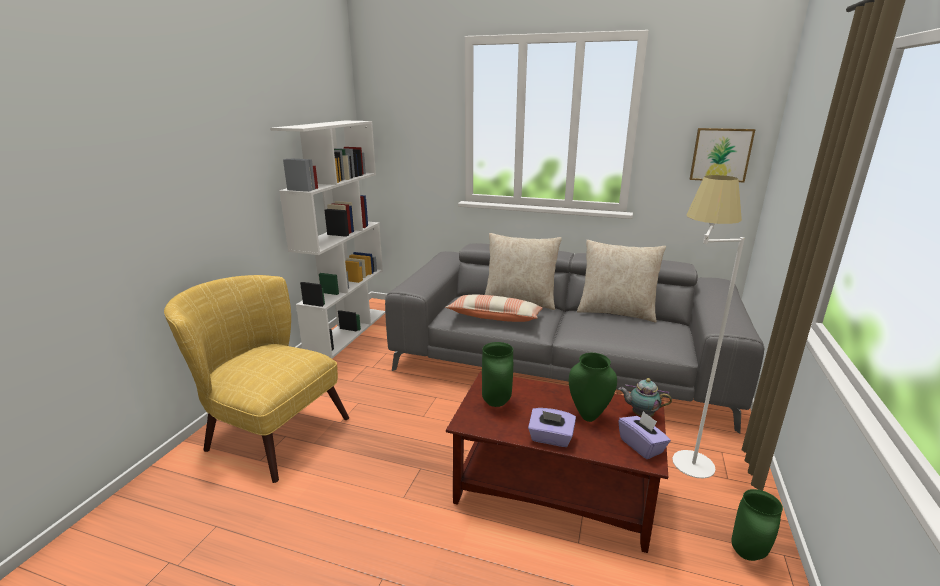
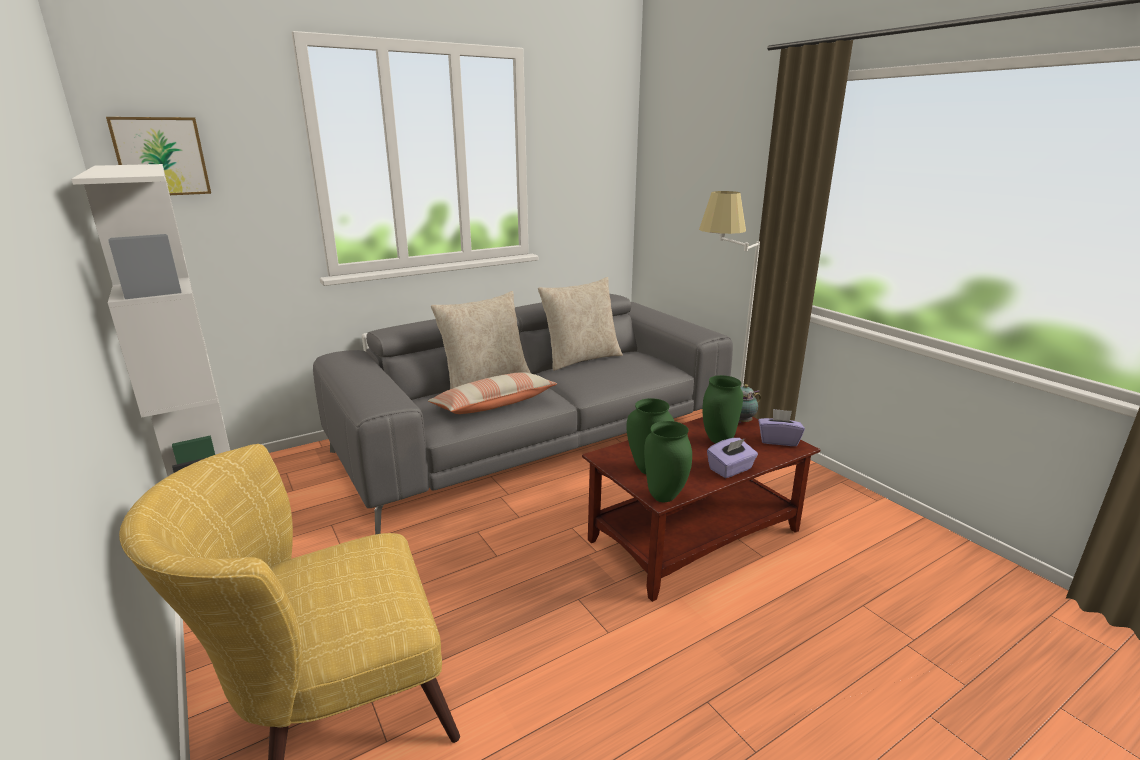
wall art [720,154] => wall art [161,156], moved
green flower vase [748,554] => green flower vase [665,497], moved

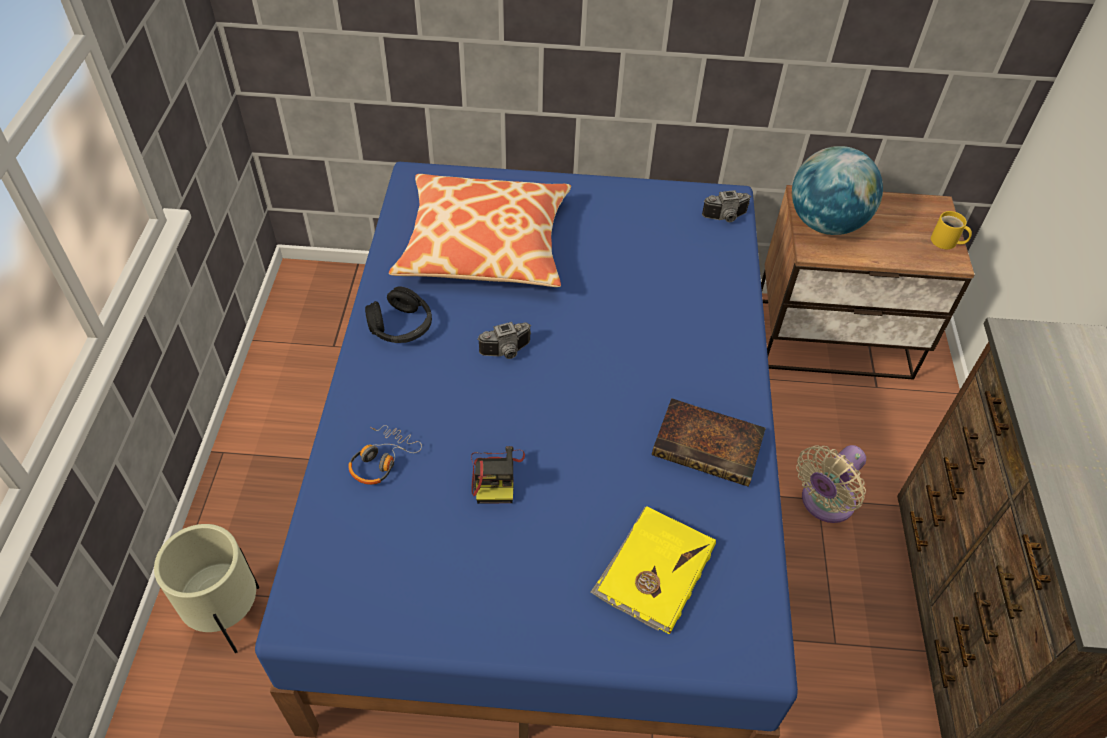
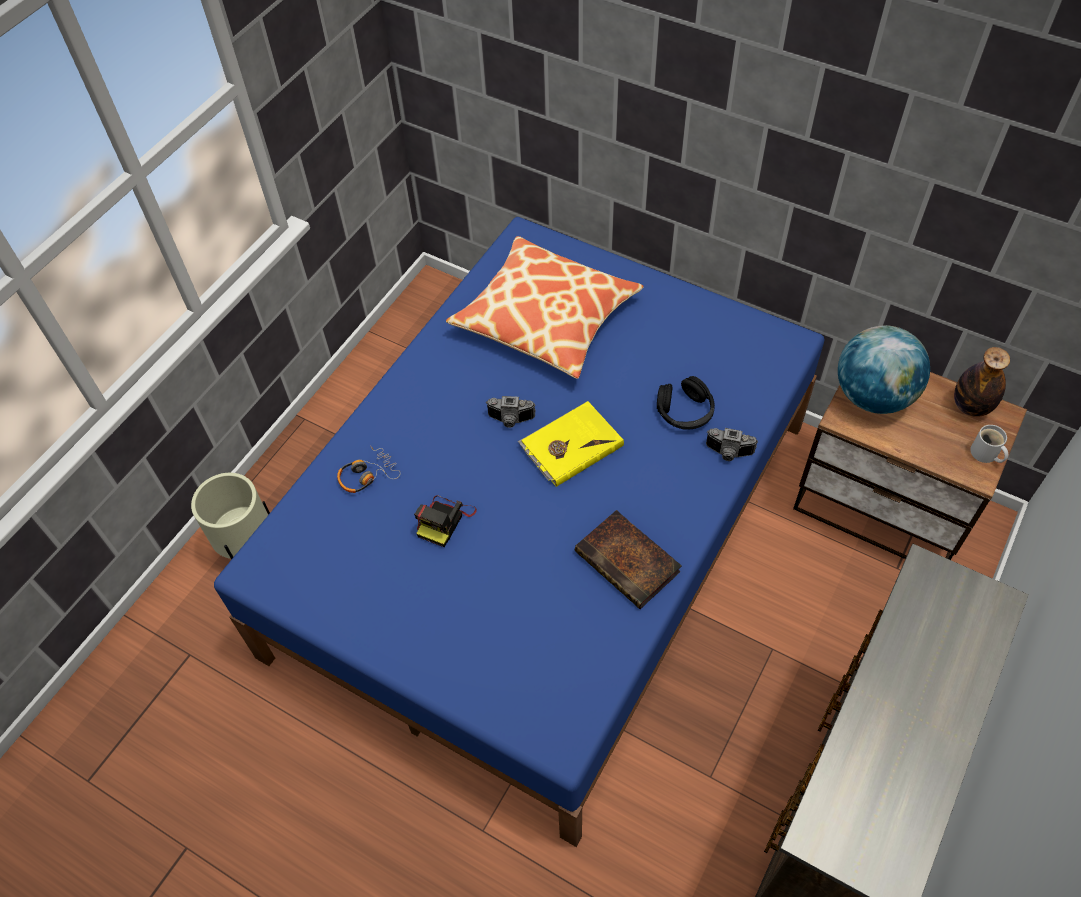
blackish headset [401,326] => blackish headset [685,412], moved
yellow-coloured bound book [653,571] => yellow-coloured bound book [570,445], moved
still camera [726,218] => still camera [728,454], moved
beige-coloured fan [824,503] => nothing
yellow-coloured coffee mug [945,242] => white coffee mug [985,454]
nothing => beverage bottle [971,406]

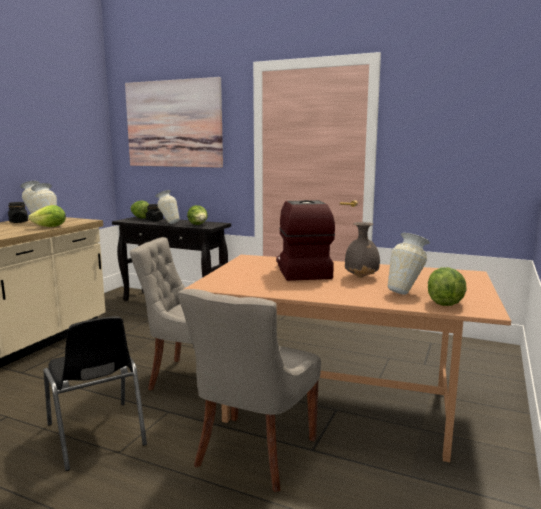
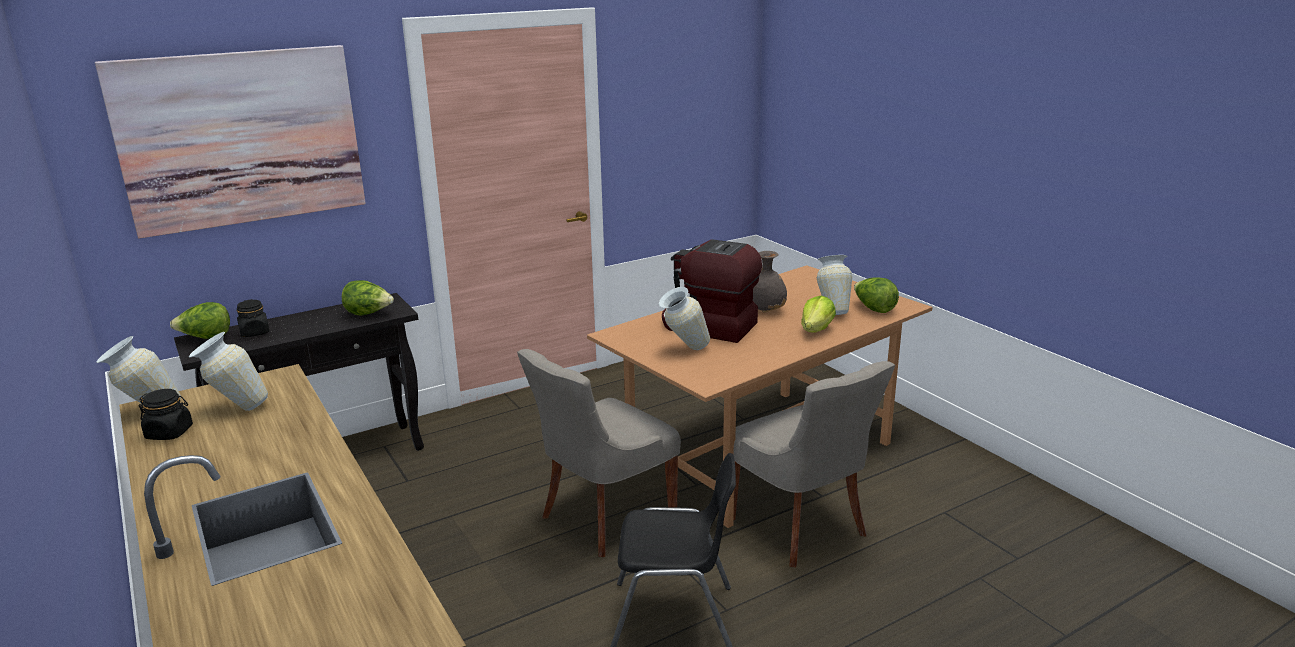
lettuce head [50,227] => lettuce head [816,330], moved
flower vase [168,223] => flower vase [683,350], moved

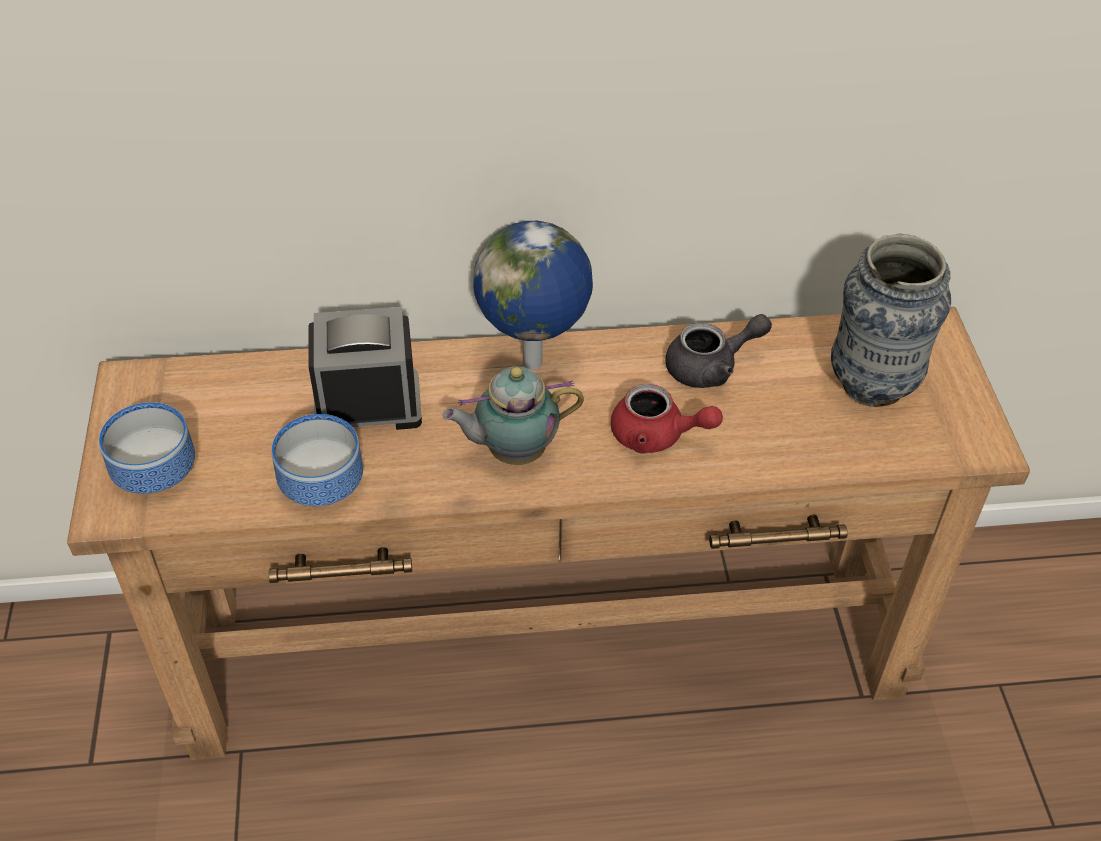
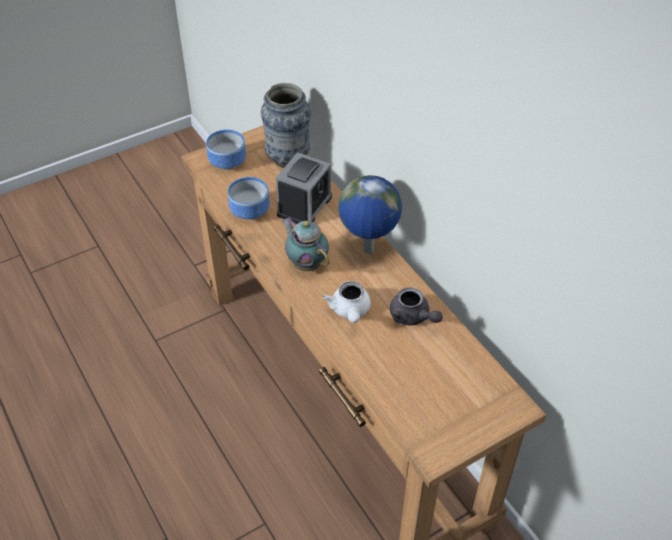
table clock [367,404] => table clock [304,206], 60 degrees clockwise
red teapot [657,436] => white teapot [350,311]
flower vase [872,386] => flower vase [288,159], moved

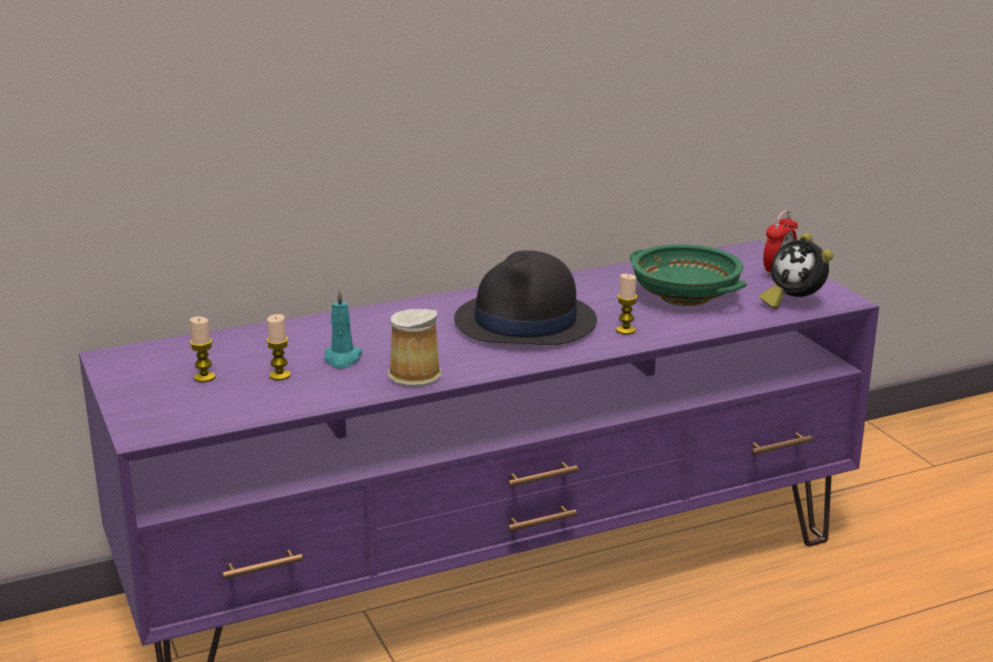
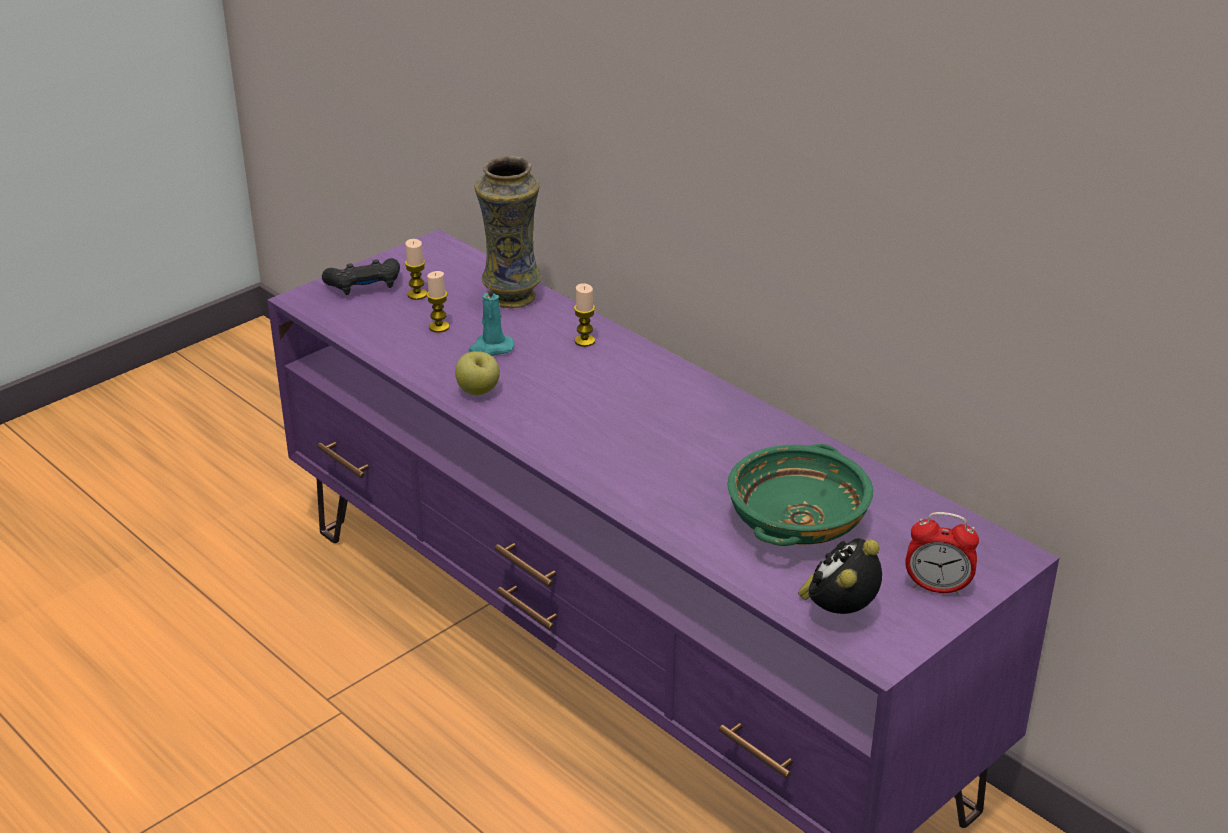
coffee mug [413,374] => apple [478,392]
blackish hat [526,322] => nothing
wax candle [625,330] => wax candle [584,341], moved
nothing => blackish joypad [364,286]
nothing => flower vase [511,297]

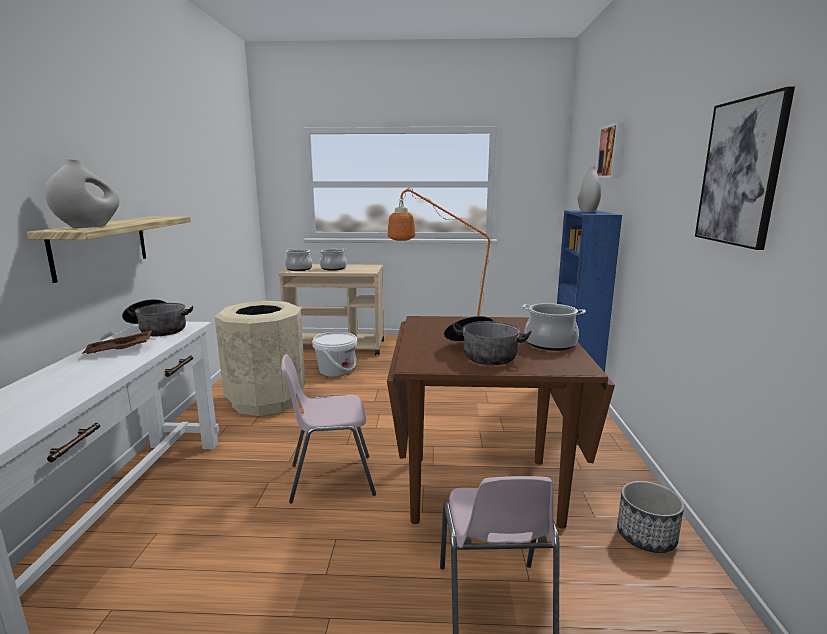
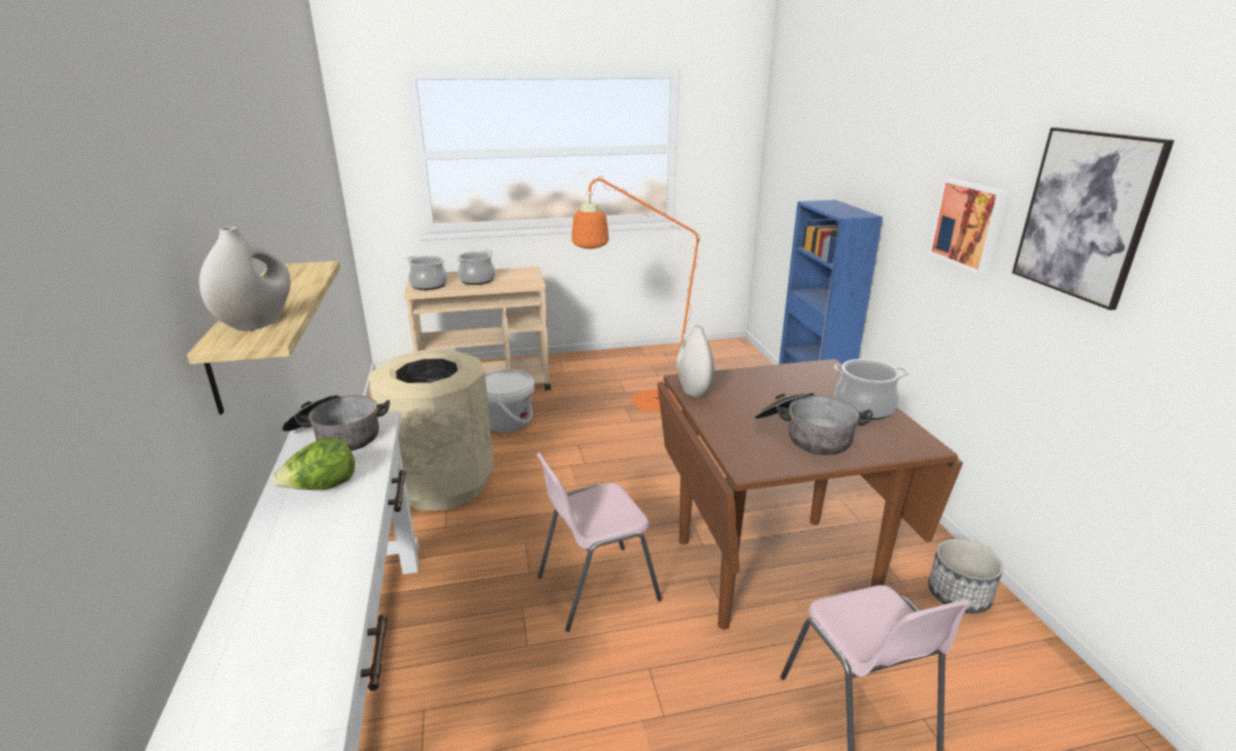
brown-coloured tray [119,350] => lettuce head [322,488]
white flower vase [587,211] => white flower vase [693,390], moved
wall art [611,151] => wall art [969,224], moved

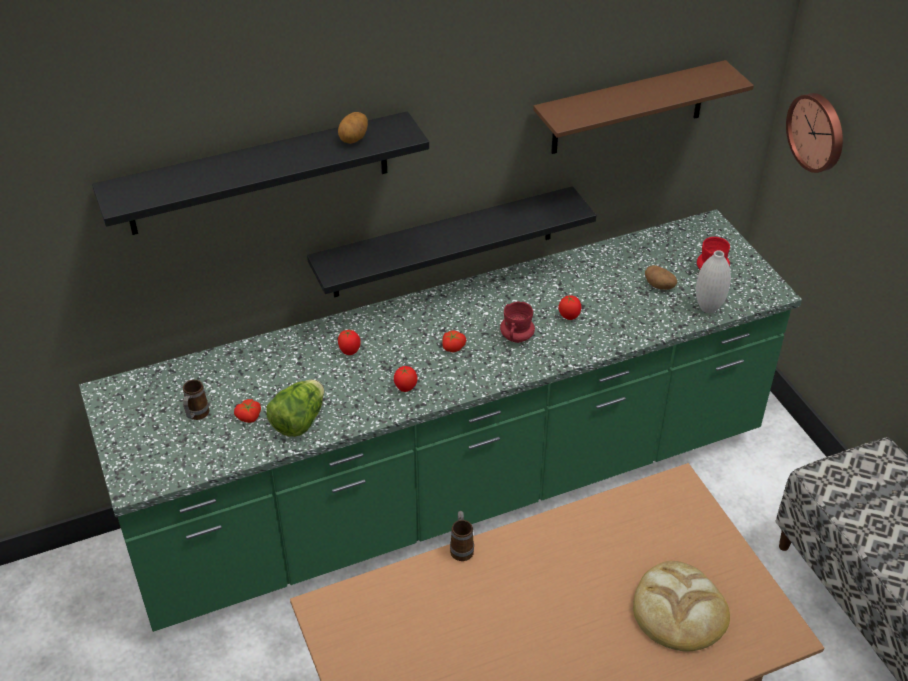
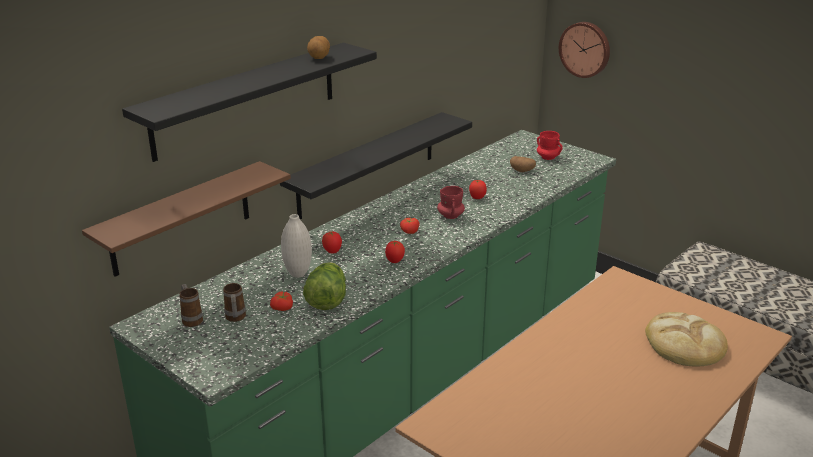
coffee mug [461,547] => coffee mug [191,319], moved
brown-coloured shelf [628,108] => brown-coloured shelf [181,219], moved
white flower vase [708,308] => white flower vase [298,274], moved

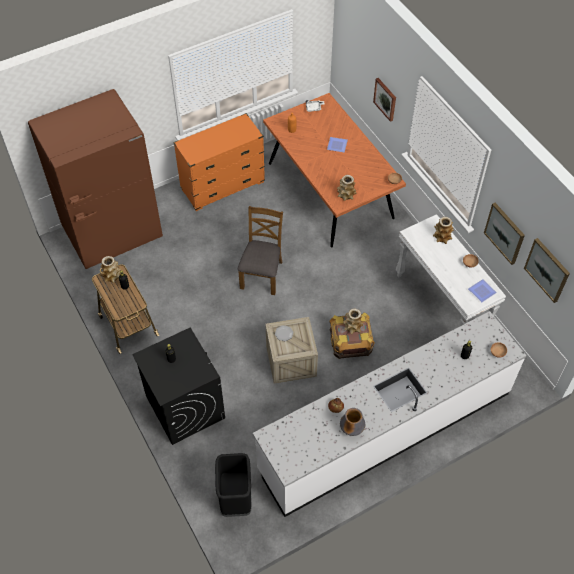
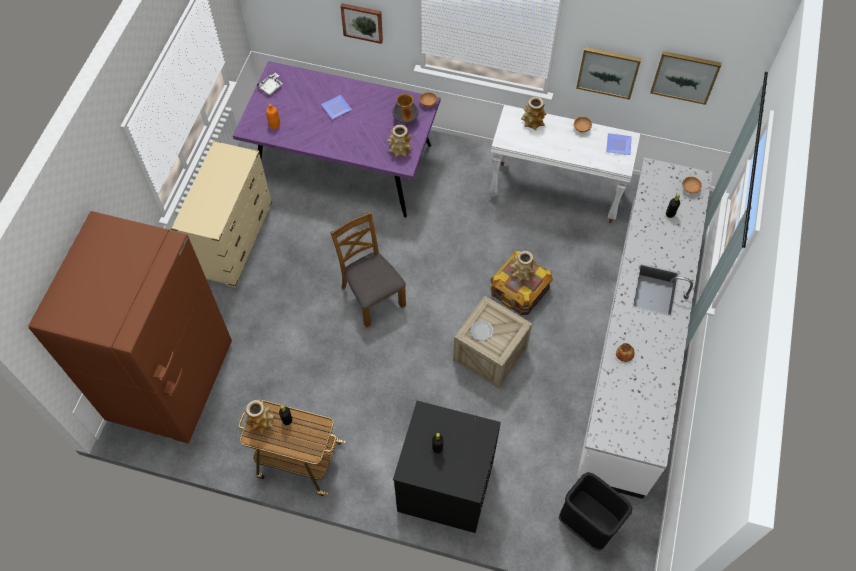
orange drawer chest [223,186] => beige-coloured drawer chest [233,240]
orange dinner table [329,190] => purple-coloured dinner table [343,163]
flower vase [352,429] => flower vase [405,120], moved

